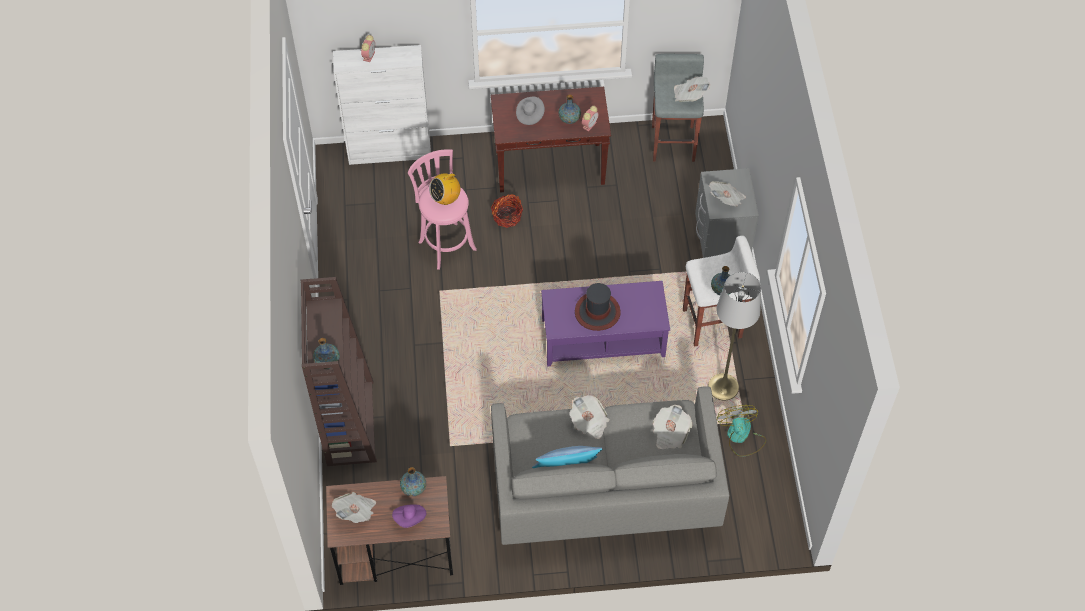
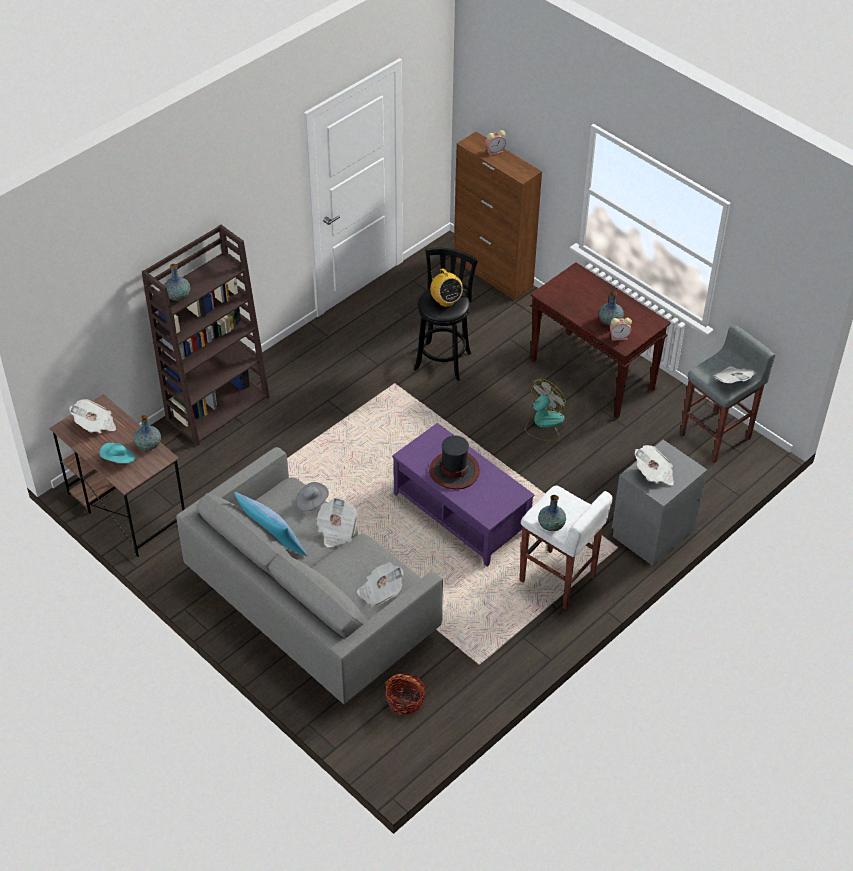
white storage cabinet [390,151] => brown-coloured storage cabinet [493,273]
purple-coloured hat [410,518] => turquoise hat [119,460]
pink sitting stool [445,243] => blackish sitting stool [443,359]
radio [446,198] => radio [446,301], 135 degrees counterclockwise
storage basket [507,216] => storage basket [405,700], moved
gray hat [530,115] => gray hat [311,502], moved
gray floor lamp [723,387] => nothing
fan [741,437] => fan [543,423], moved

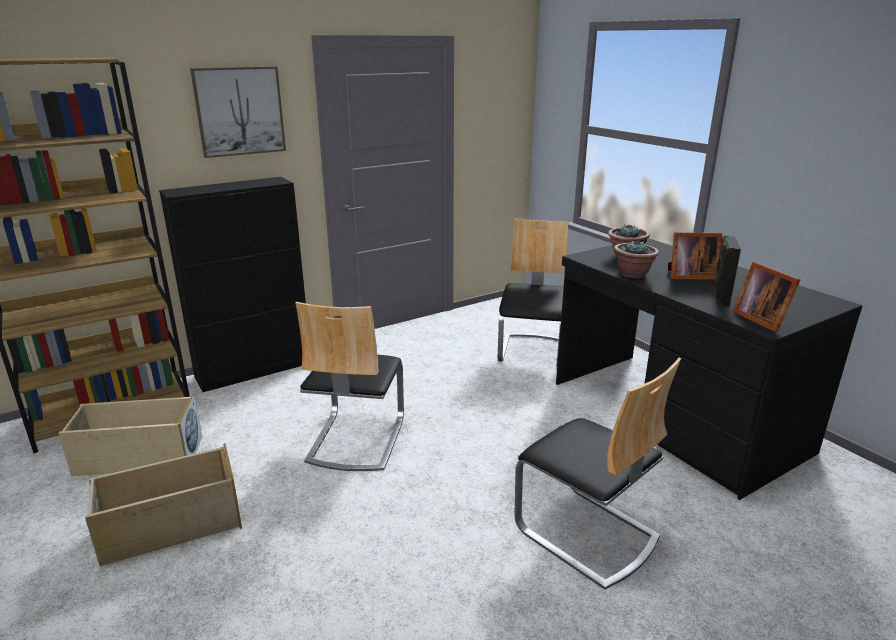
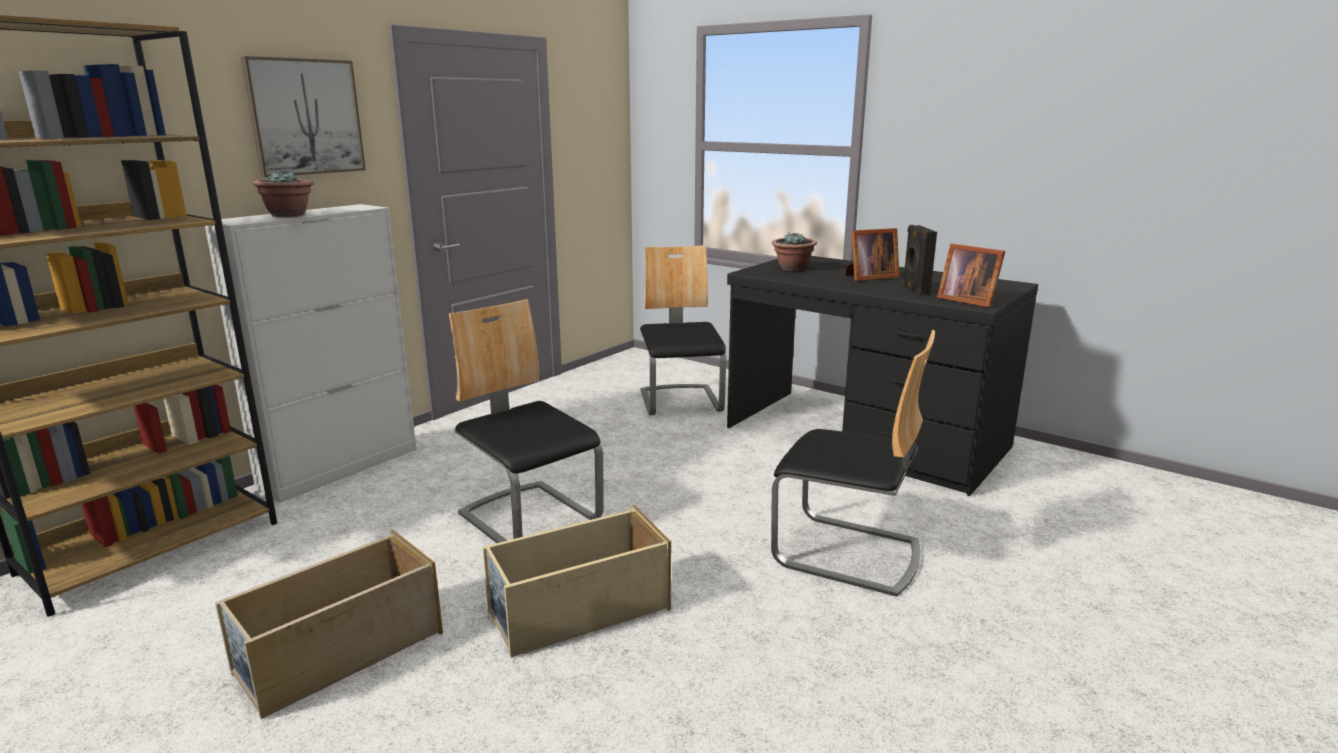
beige-coloured storage bin [138,456] => beige-coloured storage bin [578,611], moved
blackish storage cabinet [255,370] => white storage cabinet [341,467]
upright chair [356,440] => upright chair [530,517], 150 degrees clockwise
plant in a pot [633,274] => plant in a pot [288,215], moved

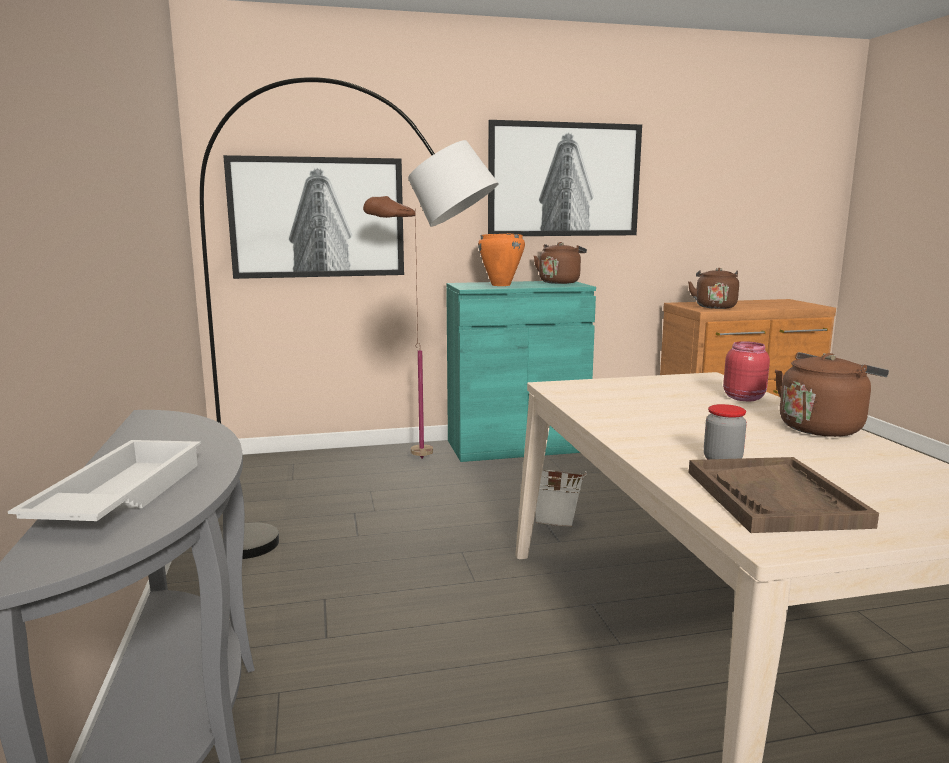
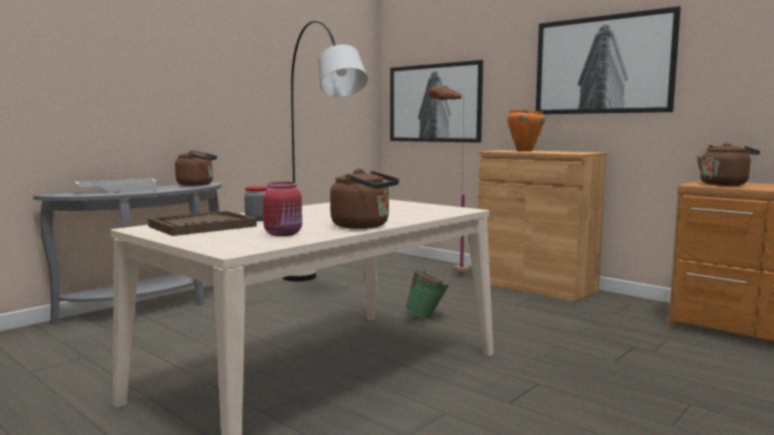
turquoise storage cabinet [517,446] => brown-coloured storage cabinet [535,286]
brown-coloured kettle [560,282] => brown-coloured kettle [197,184], moved
white water bucket [556,525] => green water bucket [427,317]
red storage jar [744,397] => red storage jar [284,234], moved

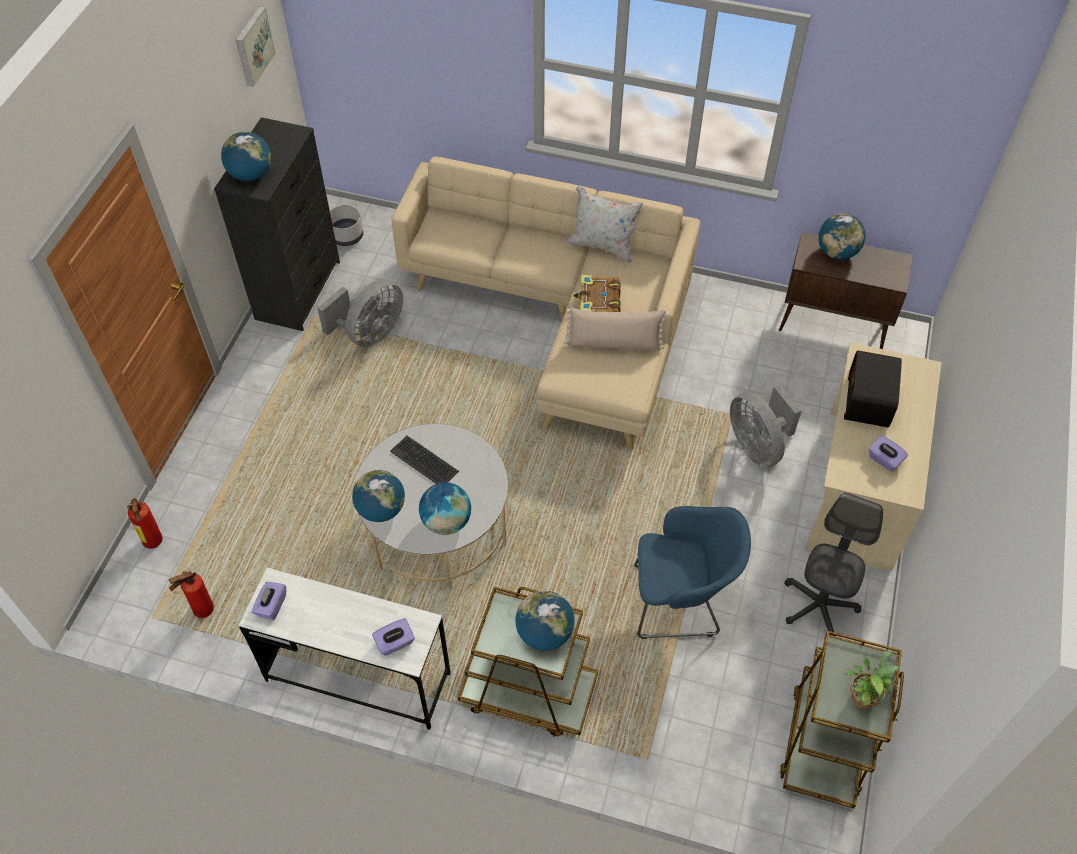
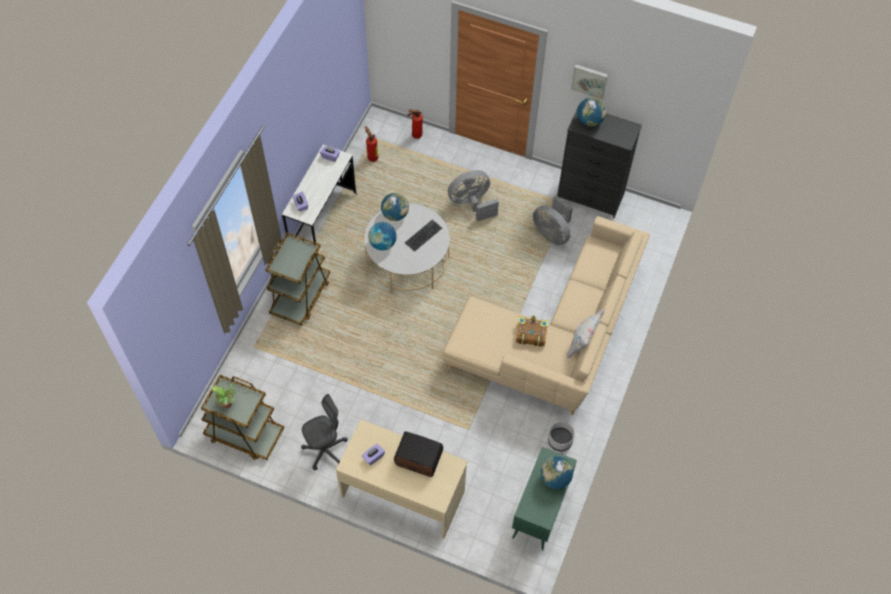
wall art [253,46] => wall art [589,80], moved
gray planter [347,236] => gray planter [560,441], moved
world globe [544,633] => nothing
beige-coloured cushion [614,343] => nothing
blue-coloured armchair [680,602] => nothing
gray fan [757,445] => gray fan [472,204], moved
brown-coloured storage cabinet [834,325] => green storage cabinet [540,512]
gray desk chair [818,605] => gray desk chair [325,450], 60 degrees counterclockwise

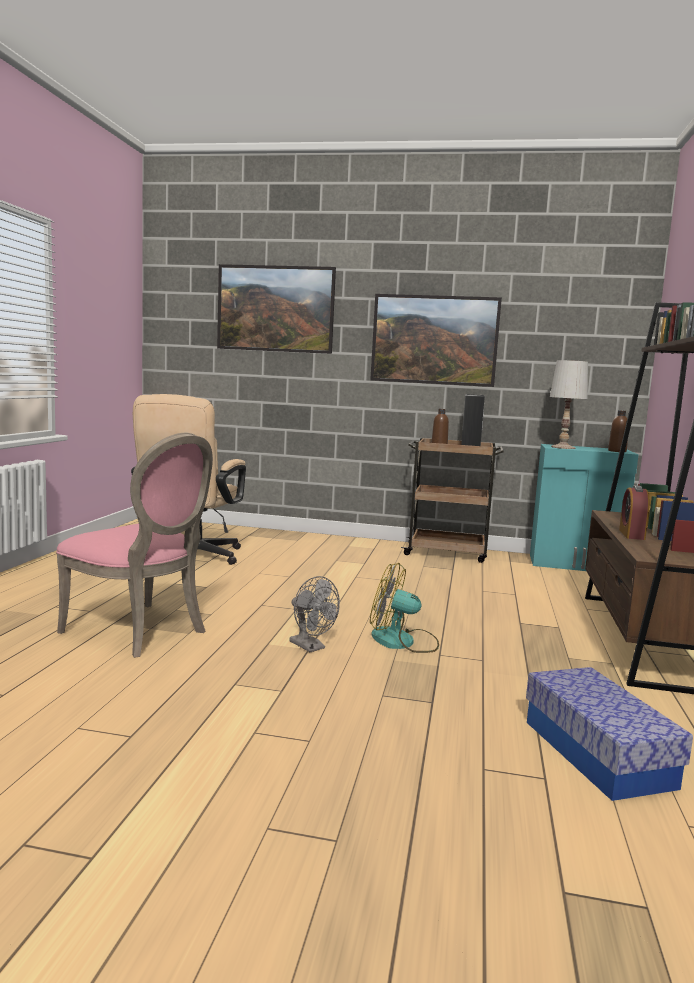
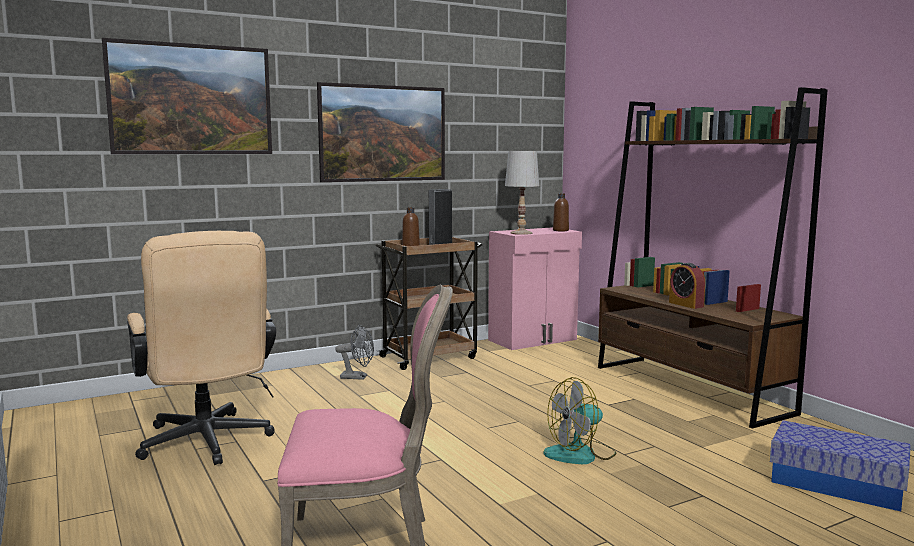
gray fan [311,647] => gray fan [358,377], moved
turquoise storage cabinet [575,564] => pink storage cabinet [534,340]

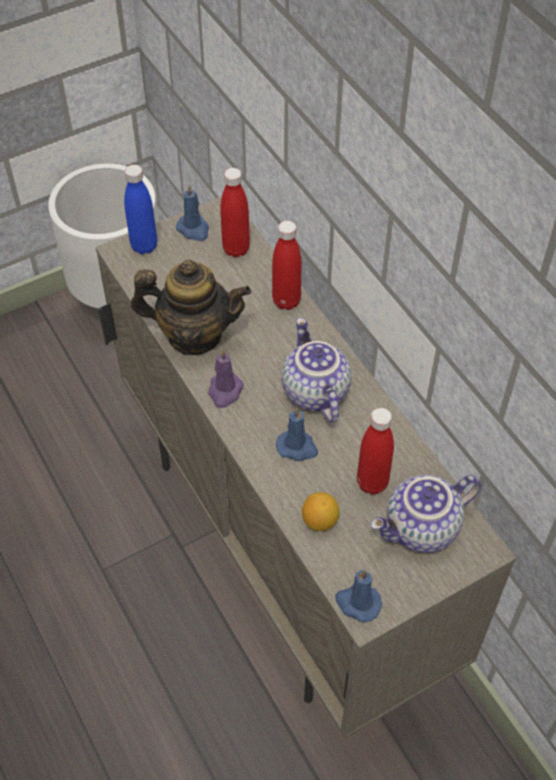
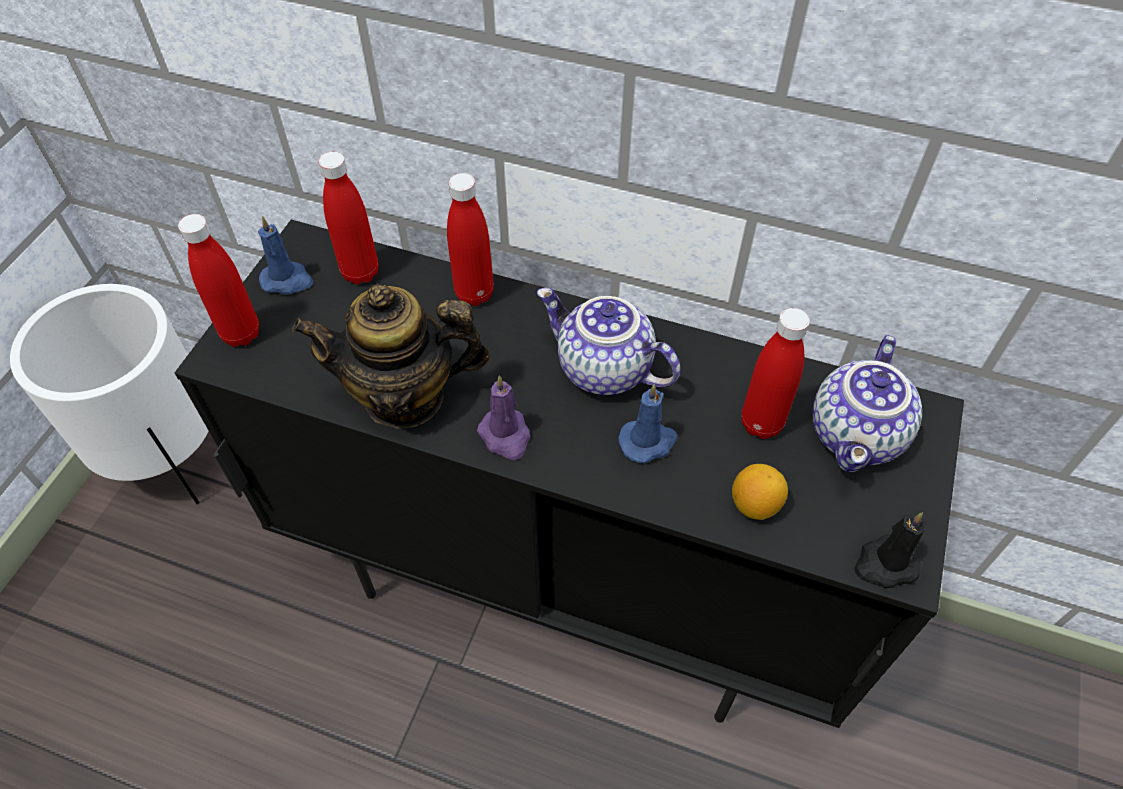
beige-coloured storage cabinet [283,551] => blackish storage cabinet [565,590]
blue-coloured beverage bottle [144,246] => red beverage bottle [241,334]
teapot [194,335] => teapot [405,396], 150 degrees counterclockwise
blue-coloured wax candle [357,603] => blackish wax candle [885,564]

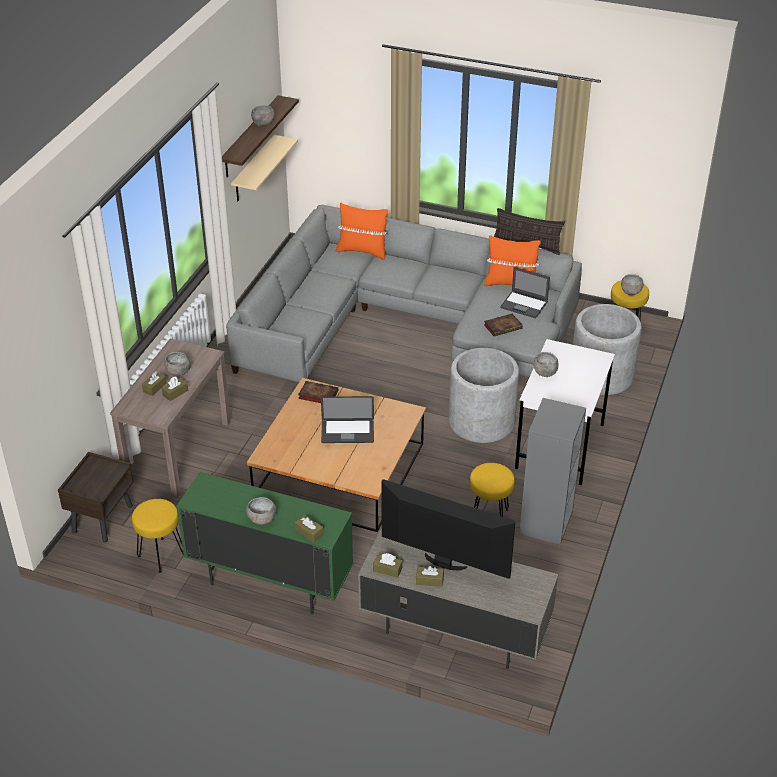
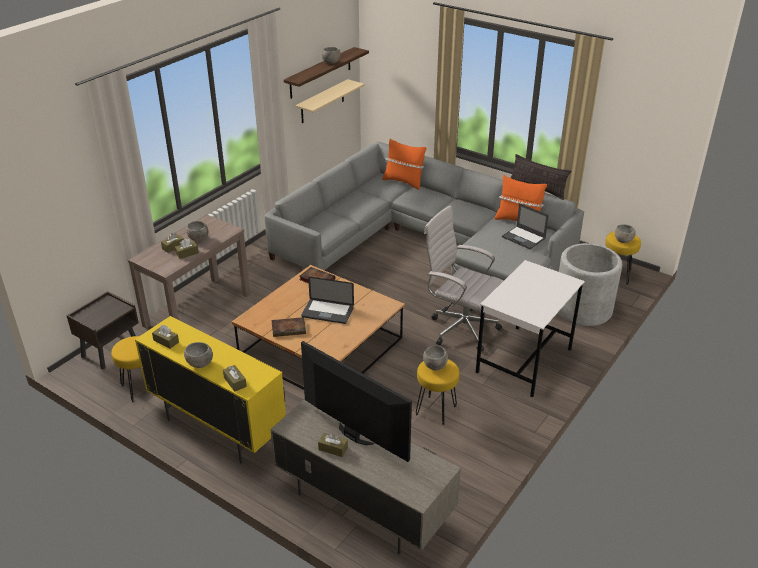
green storage cabinet [270,583] => yellow-coloured storage cabinet [217,429]
brown-coloured tissue box [387,569] => brown-coloured tissue box [166,341], moved
gray planter [481,421] => white desk chair [460,329]
bound book [503,326] => bound book [289,328], moved
gray shelving unit [546,522] => nothing
gray bowl [545,373] => gray bowl [435,366], moved

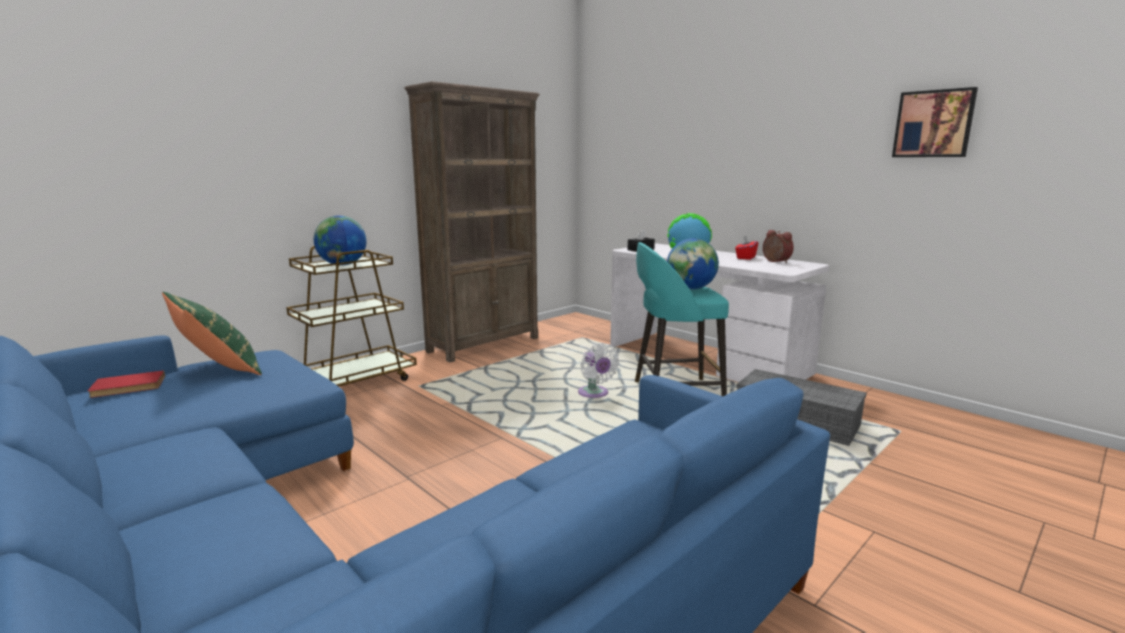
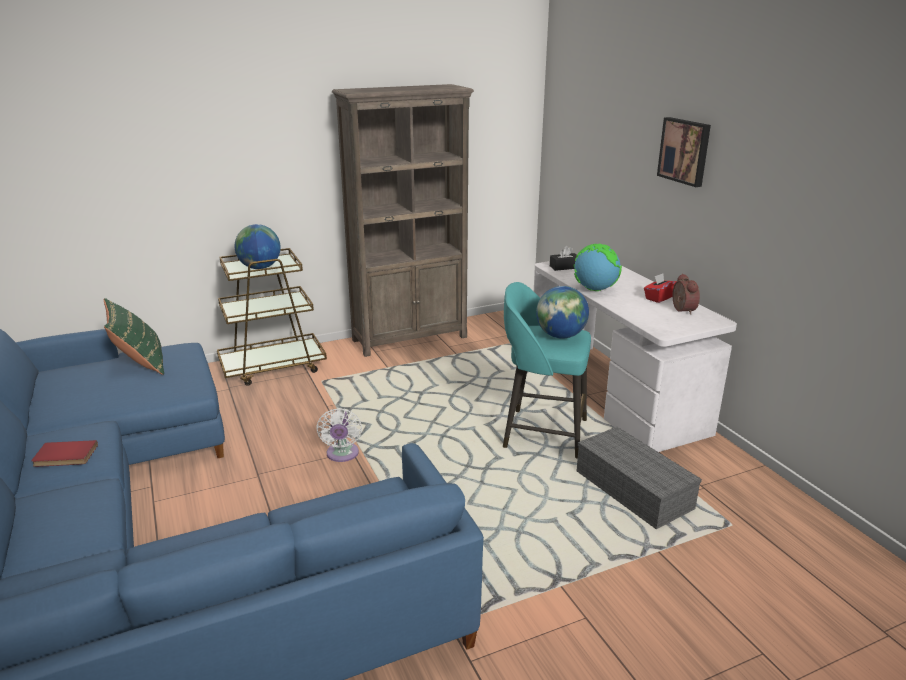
red bound book [128,387] => red bound book [65,456], moved
white fan [594,394] => white fan [342,455], moved
wall art [933,124] => wall art [685,151], moved

